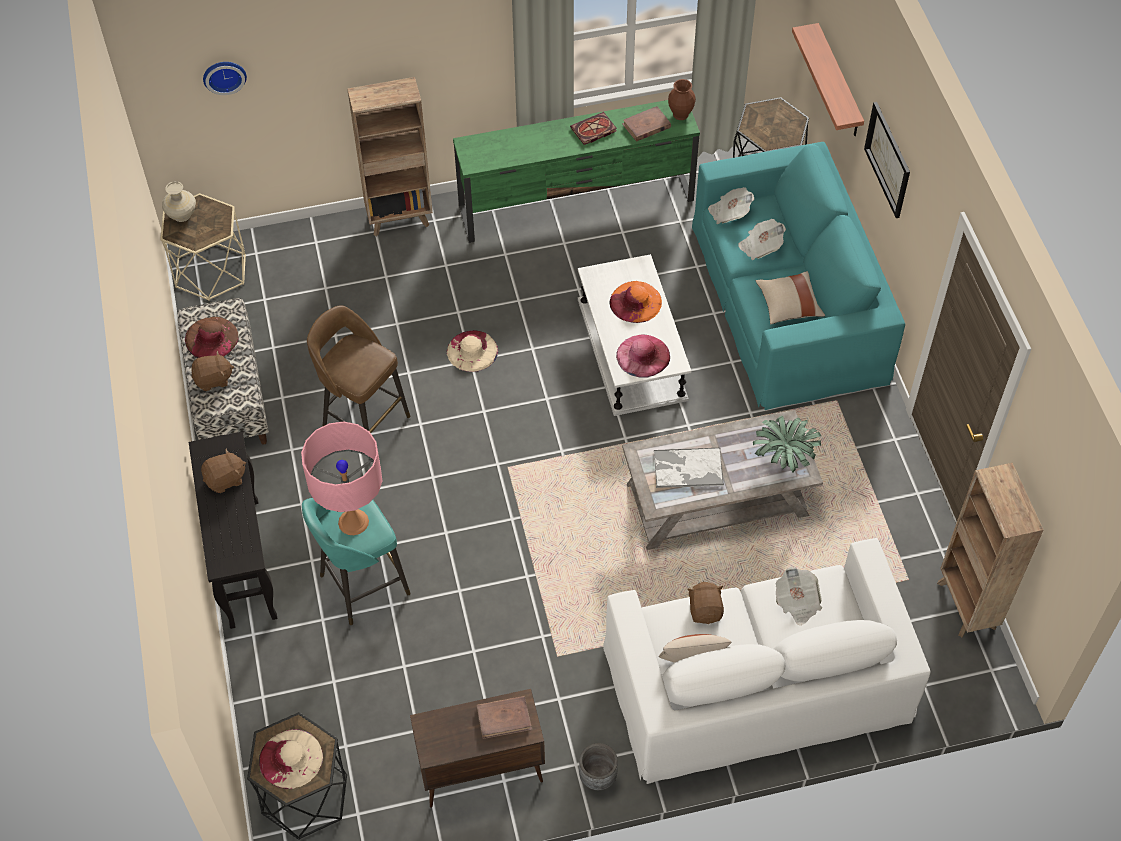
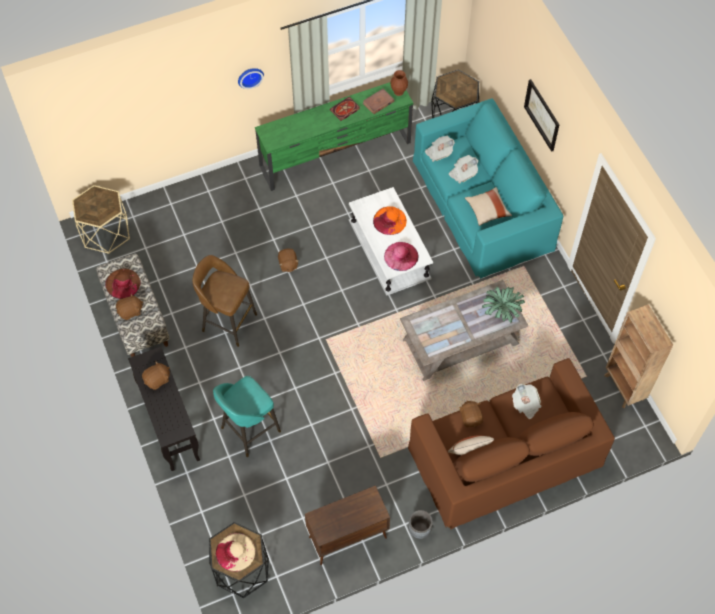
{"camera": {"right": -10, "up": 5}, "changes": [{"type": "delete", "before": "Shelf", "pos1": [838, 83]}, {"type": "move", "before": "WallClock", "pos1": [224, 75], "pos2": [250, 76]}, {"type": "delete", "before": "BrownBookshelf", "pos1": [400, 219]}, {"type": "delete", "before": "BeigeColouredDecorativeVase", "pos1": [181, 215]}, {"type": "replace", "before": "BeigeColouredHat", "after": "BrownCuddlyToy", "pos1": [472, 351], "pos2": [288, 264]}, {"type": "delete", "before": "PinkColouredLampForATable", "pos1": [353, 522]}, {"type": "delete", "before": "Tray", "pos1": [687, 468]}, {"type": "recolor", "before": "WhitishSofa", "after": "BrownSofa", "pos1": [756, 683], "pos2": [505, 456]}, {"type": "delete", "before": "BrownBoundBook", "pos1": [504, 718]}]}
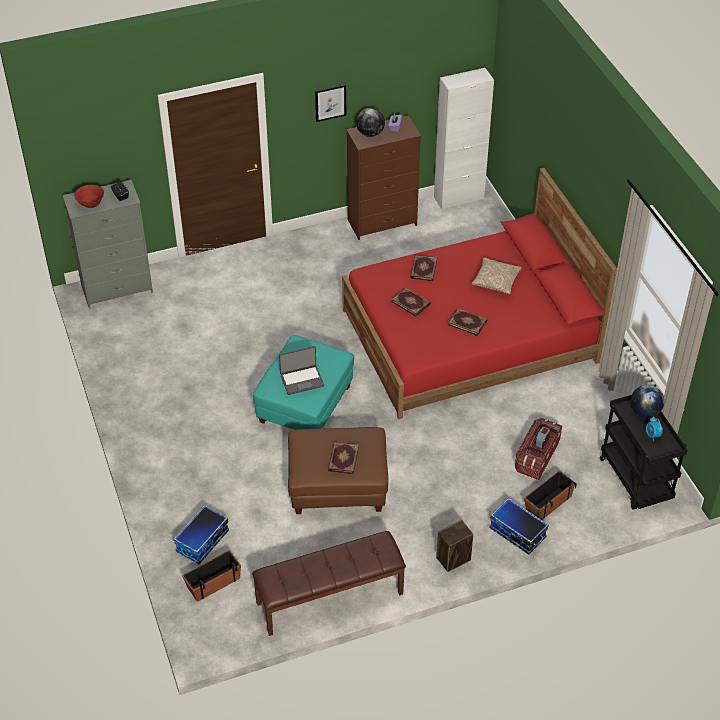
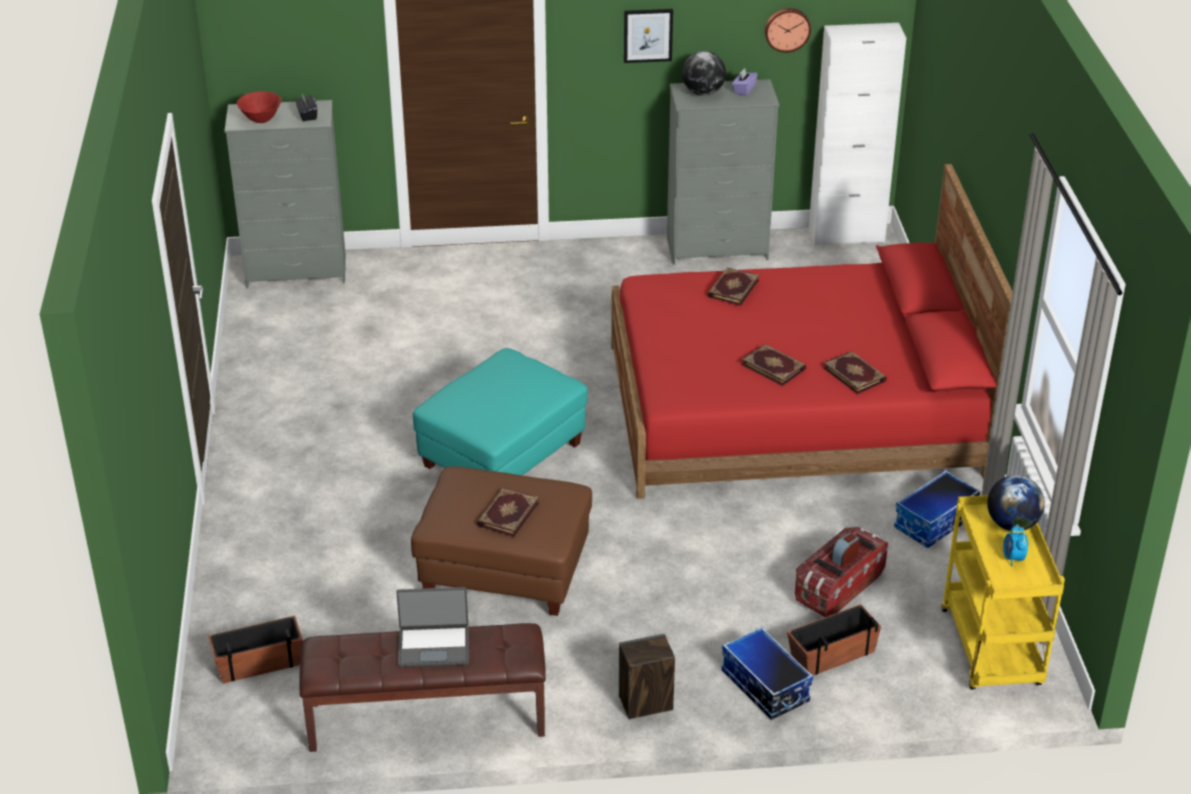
{"camera": {"right": 15, "up": -10}, "changes": [{"type": "recolor", "before": "BrownDrawerChest", "after": "GrayDrawerChest", "pos1": [383, 223], "pos2": [718, 249]}, {"type": "delete", "before": "ThrowPillow", "pos1": [496, 281]}, {"type": "move", "before": "BoundBook", "pos1": [411, 302], "pos2": [855, 374]}, {"type": "move", "before": "NotebookComputer", "pos1": [302, 380], "pos2": [434, 646]}, {"type": "recolor", "before": "BlackTrolley", "after": "YellowColouredTrolley", "pos1": [636, 480], "pos2": [993, 650]}, {"type": "move", "before": "StorageBox", "pos1": [203, 542], "pos2": [935, 523]}, {"type": "insert", "after": "WallClock", "pos2": [787, 29]}]}
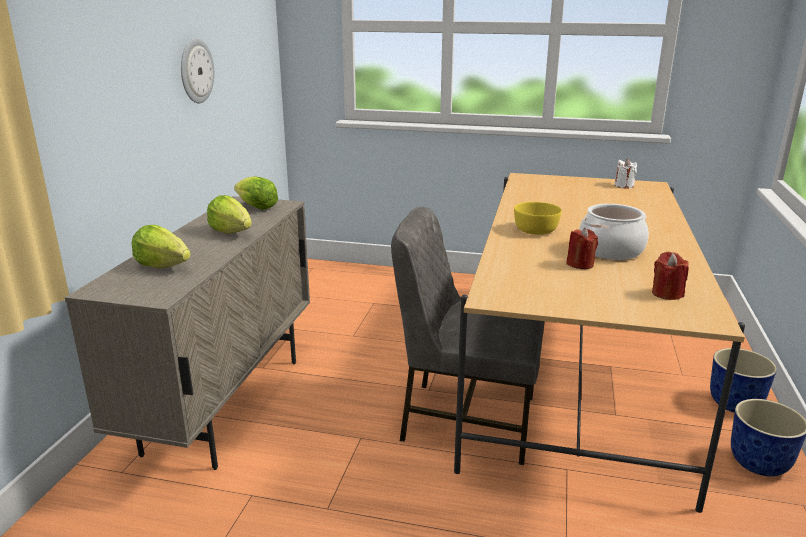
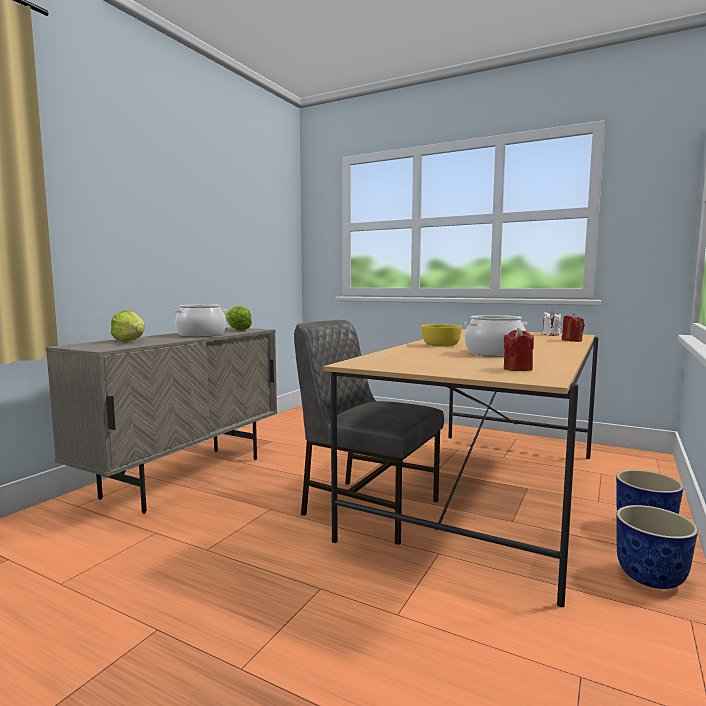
{"camera": {"right": 15, "up": -15}, "changes": [{"type": "delete", "before": "WallClock", "pos1": [196, 71]}, {"type": "replace", "before": "HeadOfLettuce", "after": "CookingPot", "pos1": [231, 232], "pos2": [201, 335]}, {"type": "move", "before": "RedColouredCandle", "pos1": [580, 264], "pos2": [572, 340]}]}
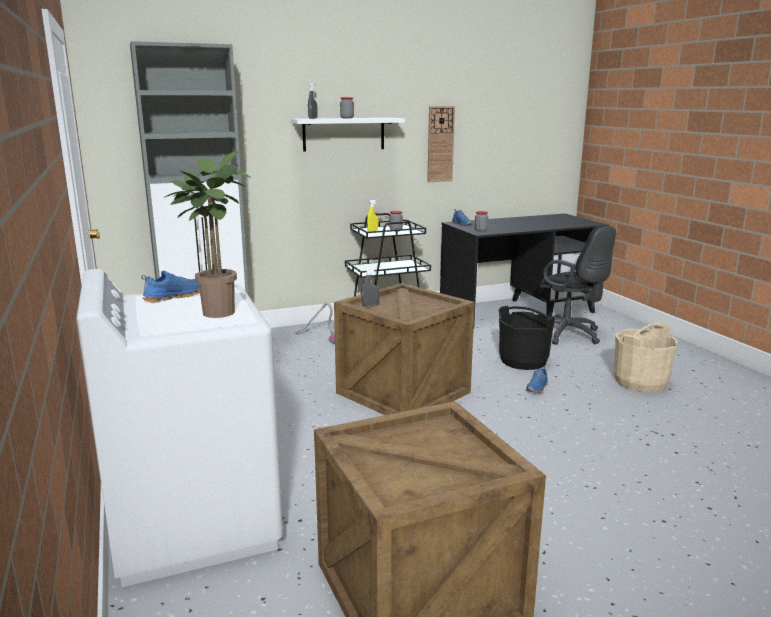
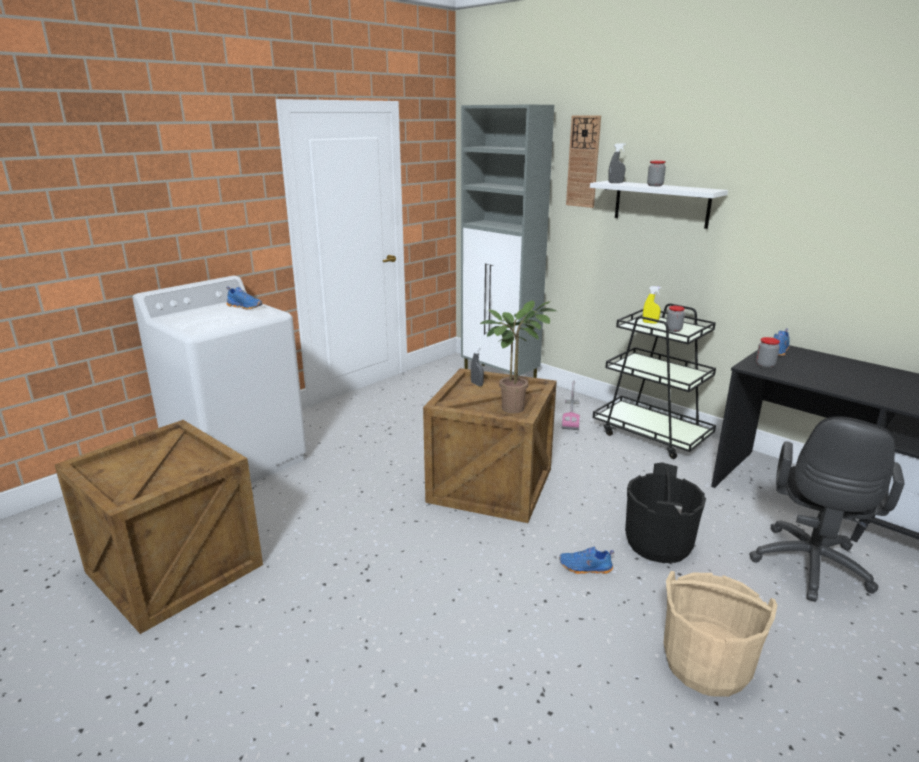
{"camera": {"right": 65, "up": 5}, "changes": [{"type": "move", "before": "WallClock", "pos1": [440, 144], "pos2": [583, 162]}, {"type": "move", "before": "Houseplant", "pos1": [217, 311], "pos2": [515, 407]}]}
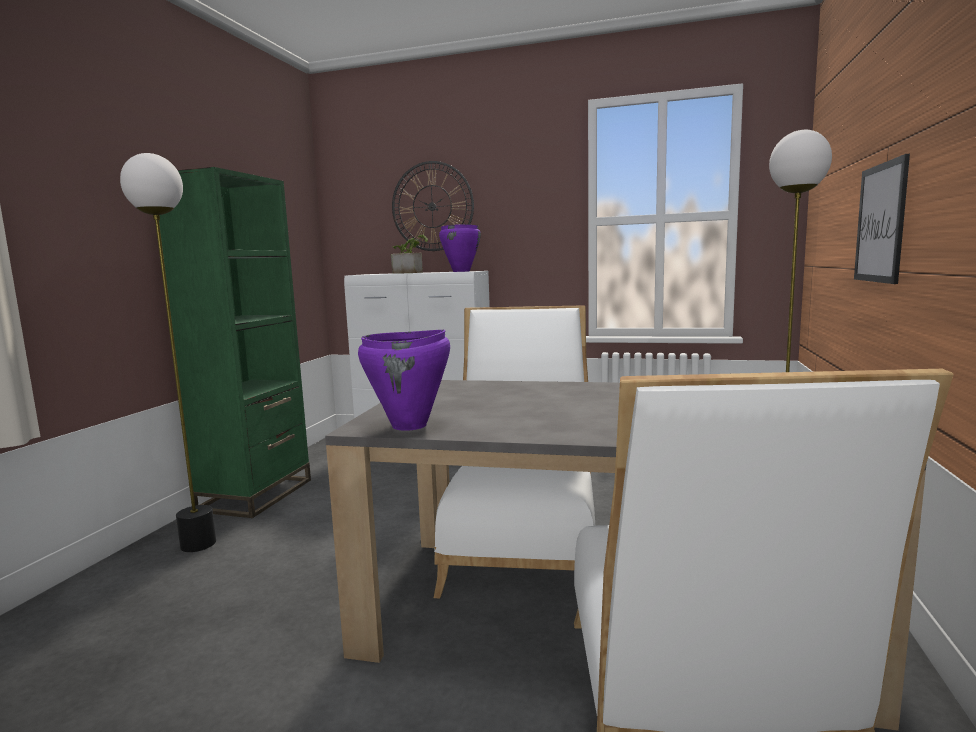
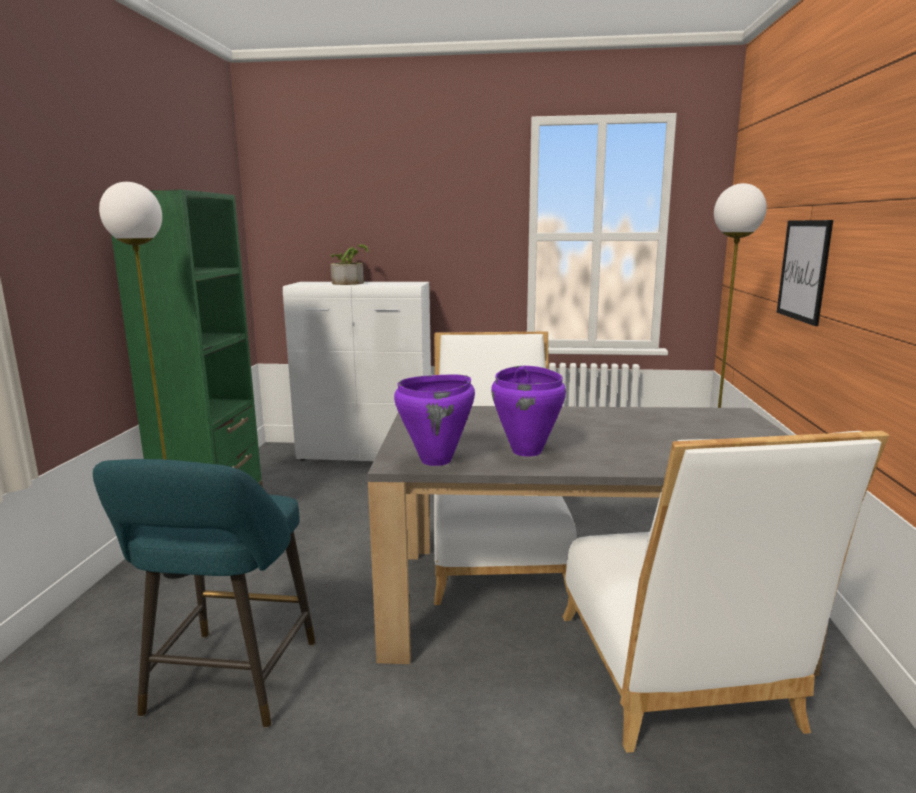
{"camera": {"right": -10, "up": 5}, "changes": [{"type": "delete", "before": "WallClock", "pos1": [432, 206]}, {"type": "move", "before": "PurpleCookingPot", "pos1": [461, 271], "pos2": [527, 451]}, {"type": "insert", "after": "TurquoiseSittingStool", "pos2": [228, 684]}]}
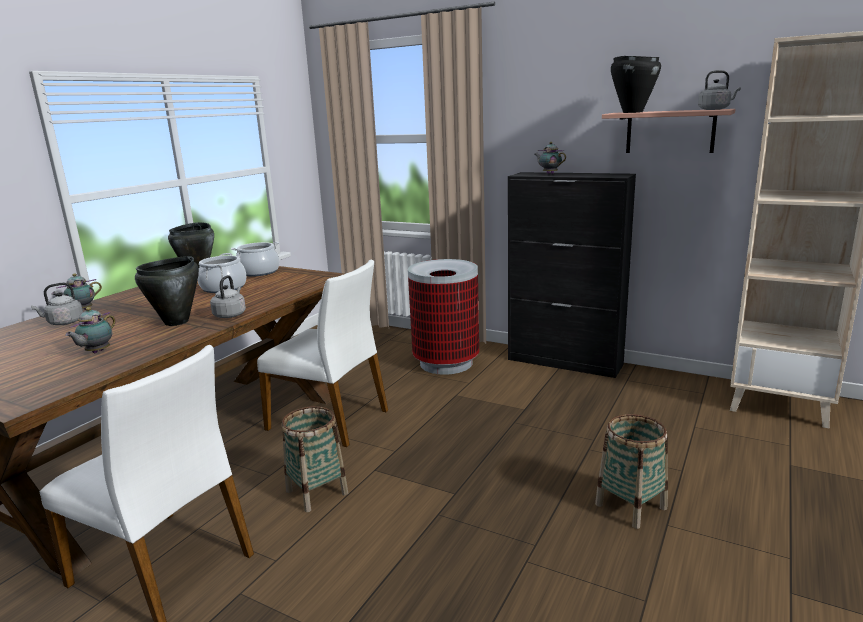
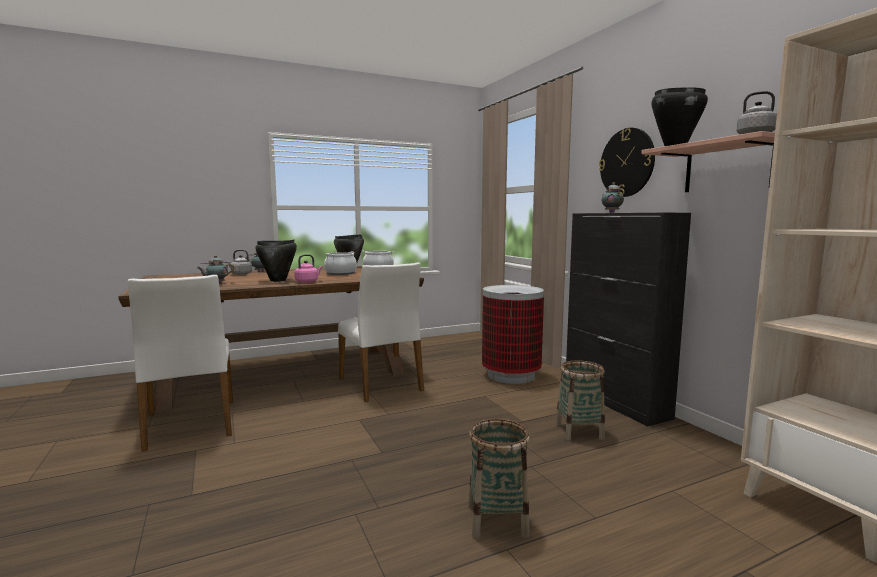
{"camera": {"right": 35, "up": -10}, "changes": [{"type": "recolor", "before": "GrayTeaKettle", "after": "PinkColouredTeaKettle", "pos1": [230, 314], "pos2": [307, 282]}, {"type": "move", "before": "HouseholdBasket", "pos1": [317, 492], "pos2": [579, 431]}, {"type": "insert", "after": "WallClock", "pos2": [627, 162]}]}
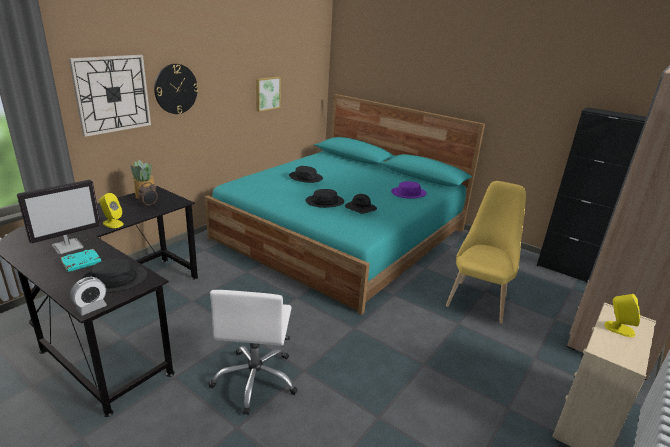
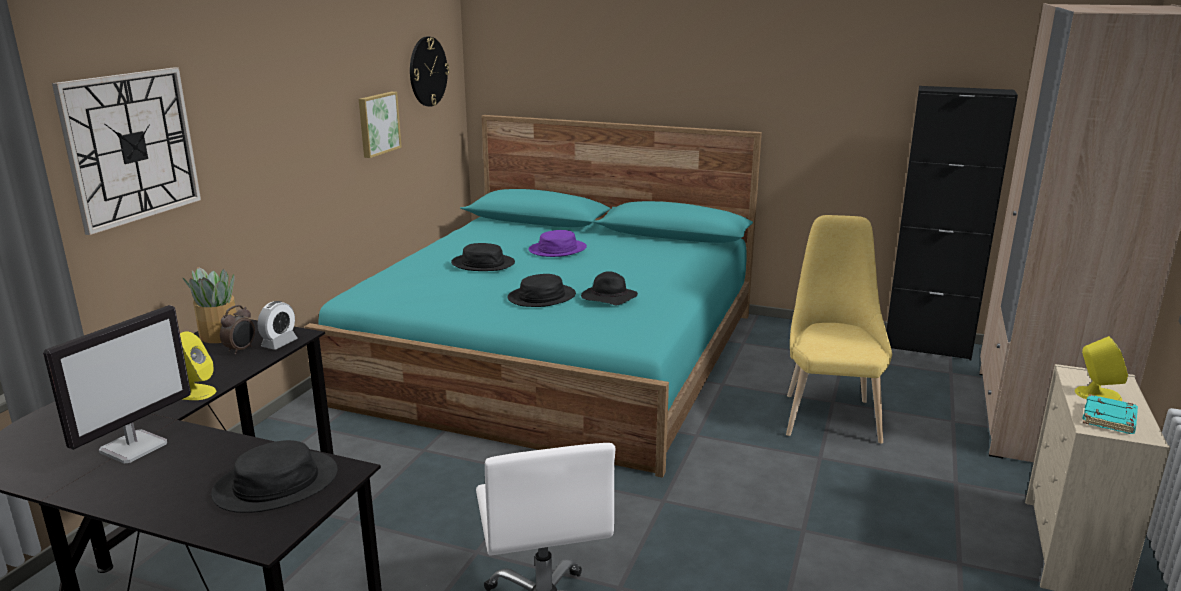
{"camera": {"right": -15, "up": -5}, "changes": [{"type": "move", "before": "WallClock", "pos1": [176, 89], "pos2": [427, 71]}, {"type": "move", "before": "PurpleHat", "pos1": [408, 193], "pos2": [557, 249]}, {"type": "move", "before": "TurquoiseBoundBook", "pos1": [81, 263], "pos2": [1110, 419]}, {"type": "move", "before": "BedsideClock", "pos1": [91, 308], "pos2": [279, 343]}]}
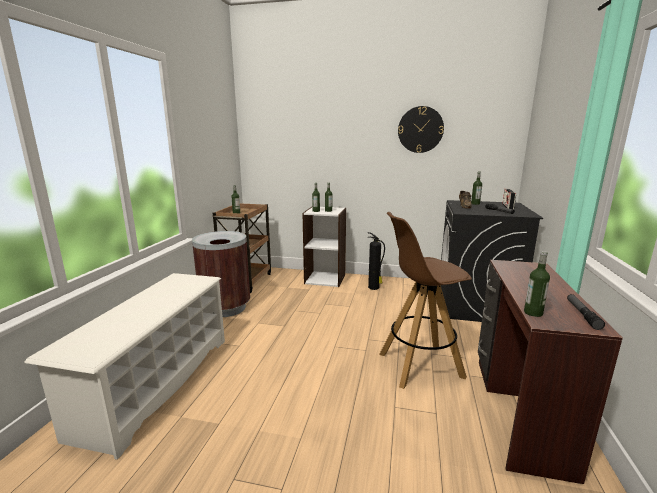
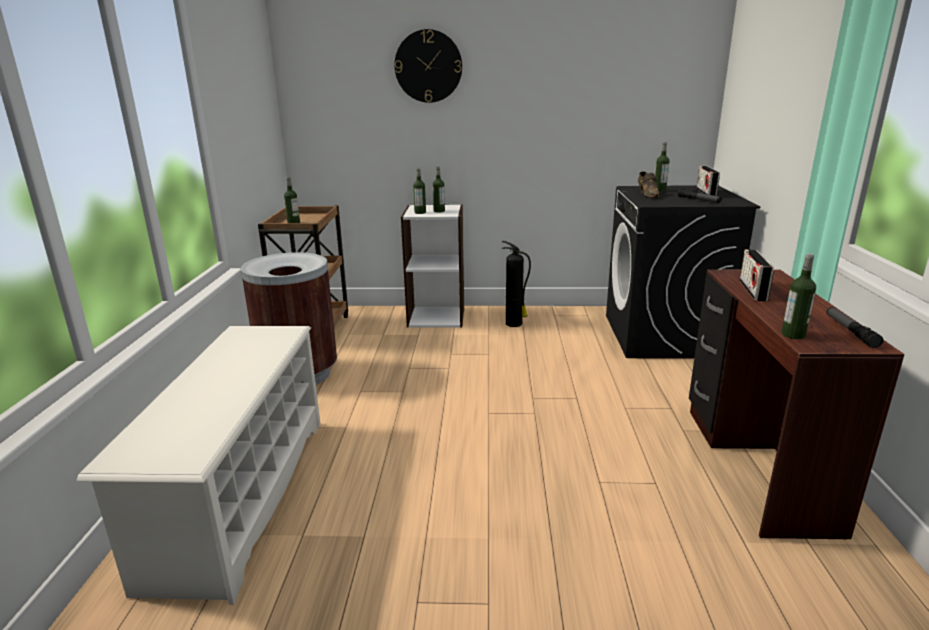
{"camera": {"right": -10, "up": 5}, "changes": [{"type": "move", "before": "WallClock", "pos1": [420, 129], "pos2": [428, 66]}, {"type": "delete", "before": "BrownSittingStool", "pos1": [419, 365]}, {"type": "insert", "after": "RadioSet", "pos2": [752, 290]}]}
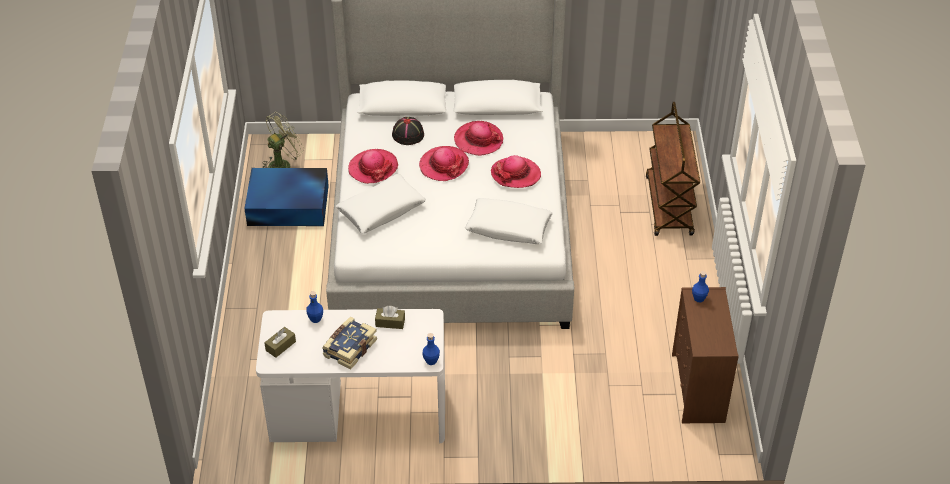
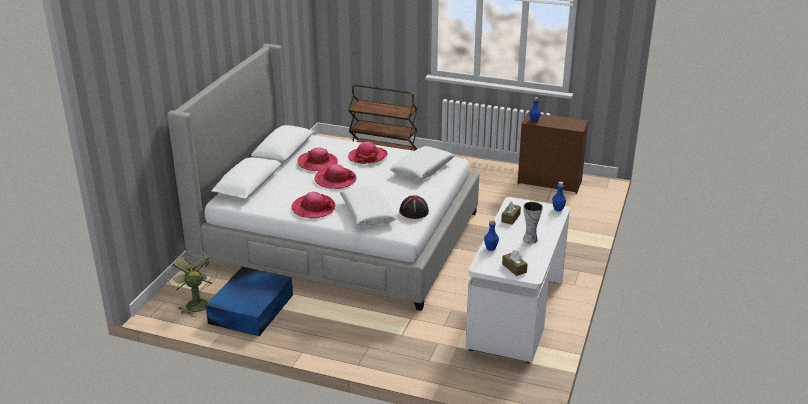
{"camera": {"right": -70, "up": -15}, "changes": [{"type": "move", "before": "BlackHat", "pos1": [408, 134], "pos2": [413, 211]}, {"type": "replace", "before": "BoundBook", "after": "DecorativeVase", "pos1": [349, 348], "pos2": [530, 239]}]}
